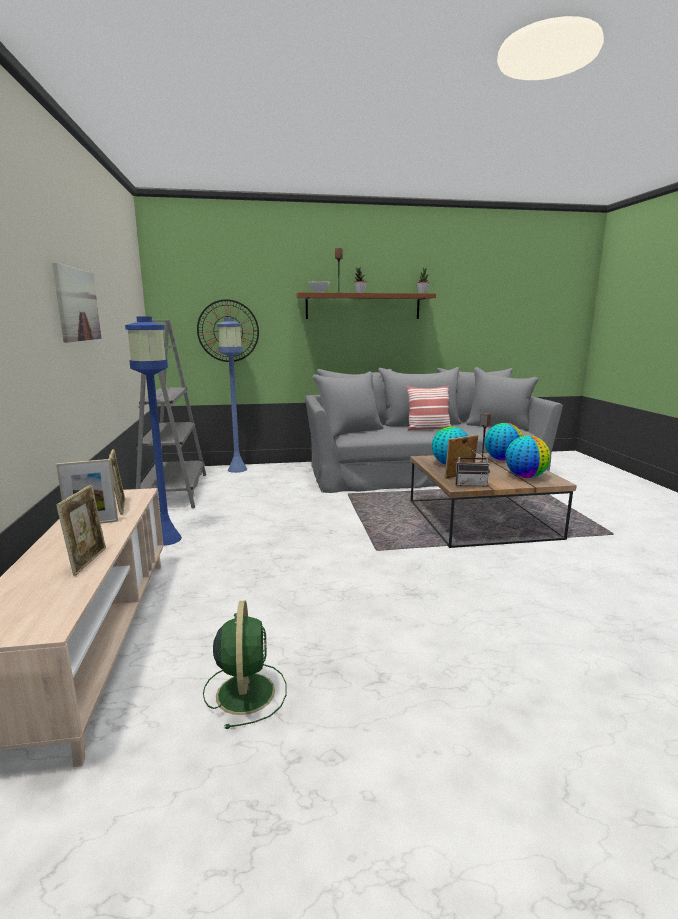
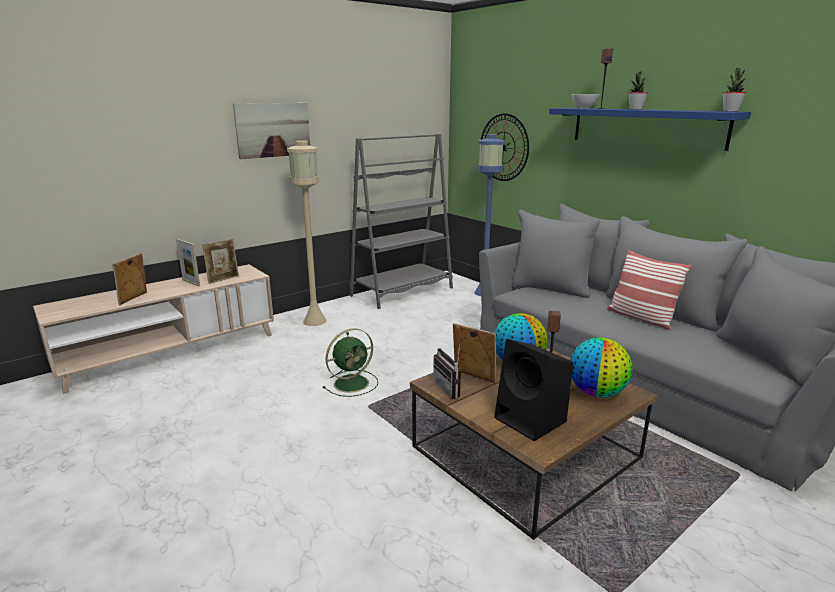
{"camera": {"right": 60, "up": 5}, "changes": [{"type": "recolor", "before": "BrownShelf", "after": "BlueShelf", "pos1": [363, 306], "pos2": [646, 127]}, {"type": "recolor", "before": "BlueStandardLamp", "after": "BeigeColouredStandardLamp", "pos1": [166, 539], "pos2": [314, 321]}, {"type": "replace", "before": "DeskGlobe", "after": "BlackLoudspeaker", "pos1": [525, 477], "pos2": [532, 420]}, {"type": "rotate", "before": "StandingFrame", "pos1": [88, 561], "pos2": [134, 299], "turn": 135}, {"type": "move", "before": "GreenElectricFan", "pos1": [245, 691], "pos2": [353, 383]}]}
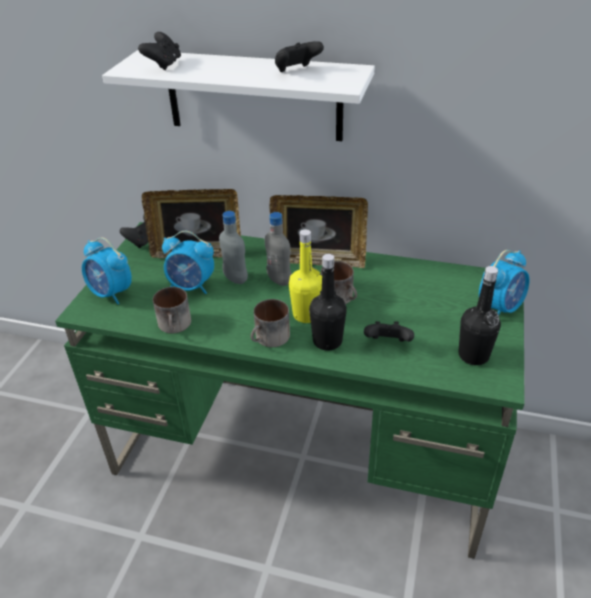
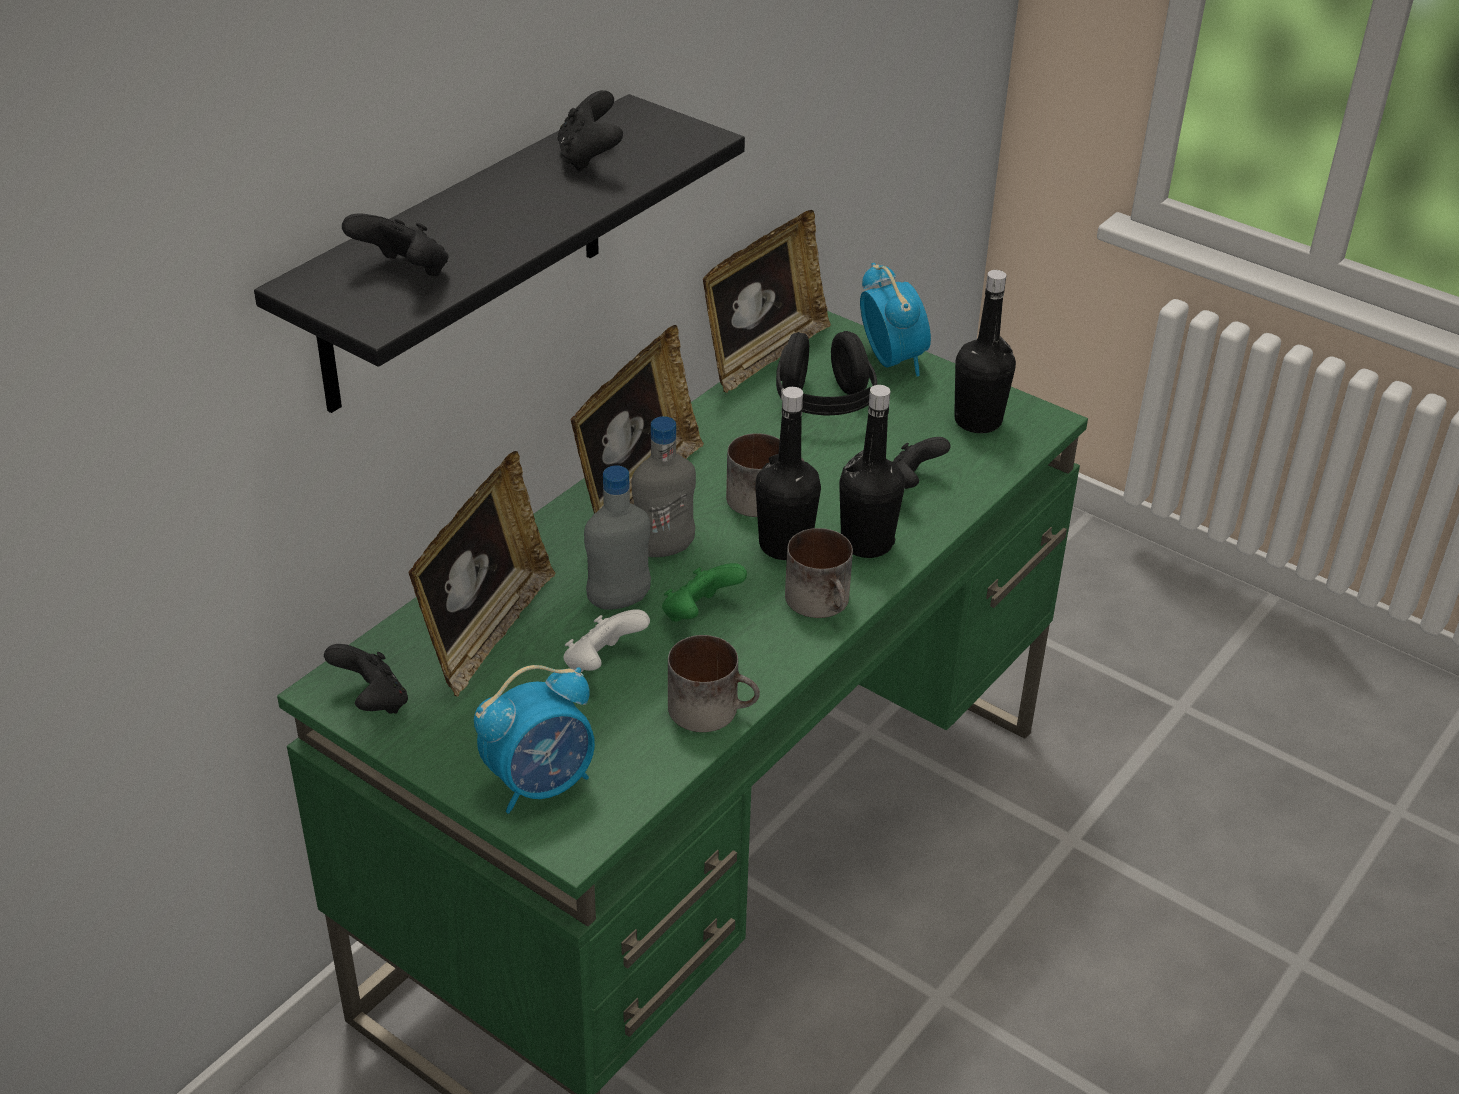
{"camera": {"right": -70, "up": 0}, "changes": [{"type": "recolor", "before": "WhitishShelf", "after": "BlackShelf", "pos1": [253, 96], "pos2": [463, 256]}, {"type": "recolor", "before": "YellowColouredBeverageBottle", "after": "BlackBeverageBottle", "pos1": [306, 314], "pos2": [785, 545]}, {"type": "replace", "before": "BedsideClock", "after": "WhitishJoypad", "pos1": [192, 287], "pos2": [602, 663]}, {"type": "insert", "after": "StandingFrame", "pos2": [763, 355]}, {"type": "insert", "after": "BlackHeadset", "pos2": [823, 404]}, {"type": "insert", "after": "GreenJoypad", "pos2": [699, 614]}]}
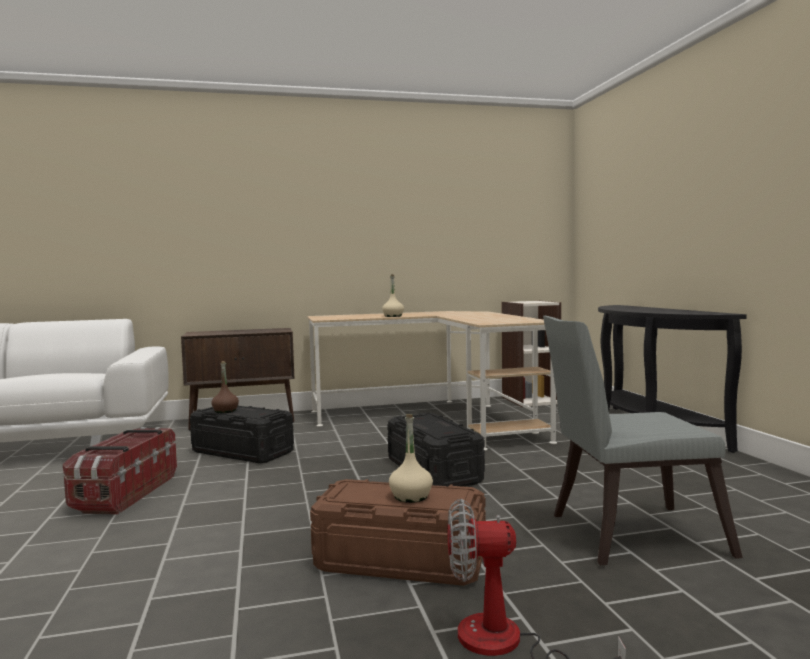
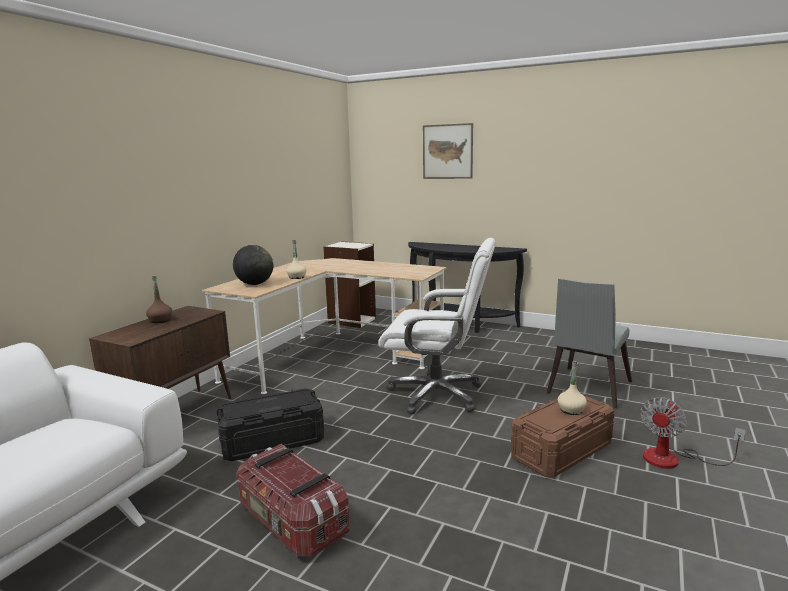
{"camera": {"right": -50, "up": 10}, "changes": [{"type": "move", "before": "BrownBeverageBottle", "pos1": [225, 411], "pos2": [160, 320]}, {"type": "replace", "before": "BlackStorageBox", "after": "WhitishOfficeChair", "pos1": [433, 471], "pos2": [437, 394]}, {"type": "insert", "after": "WallArt", "pos2": [447, 151]}, {"type": "insert", "after": "DeskGlobe", "pos2": [255, 284]}]}
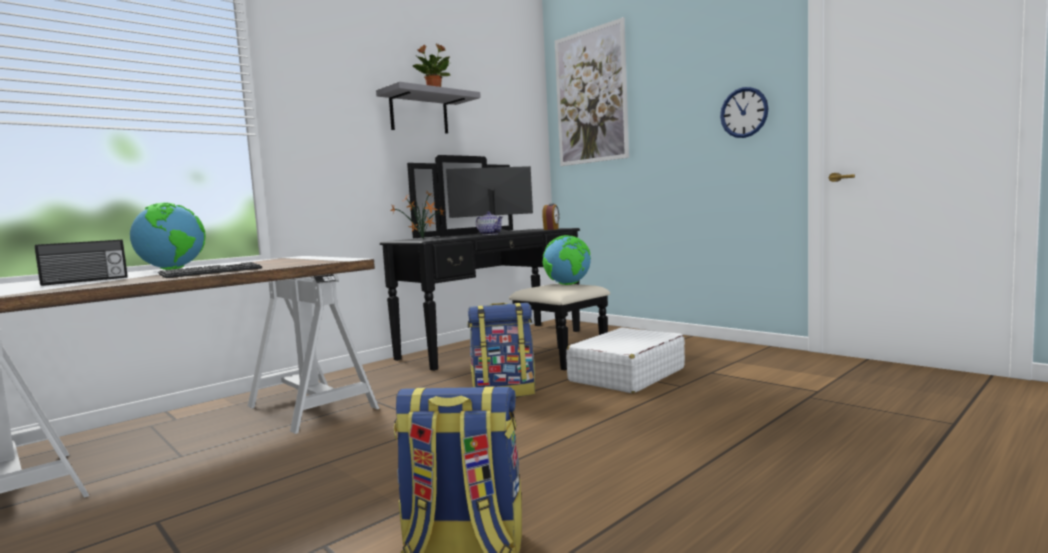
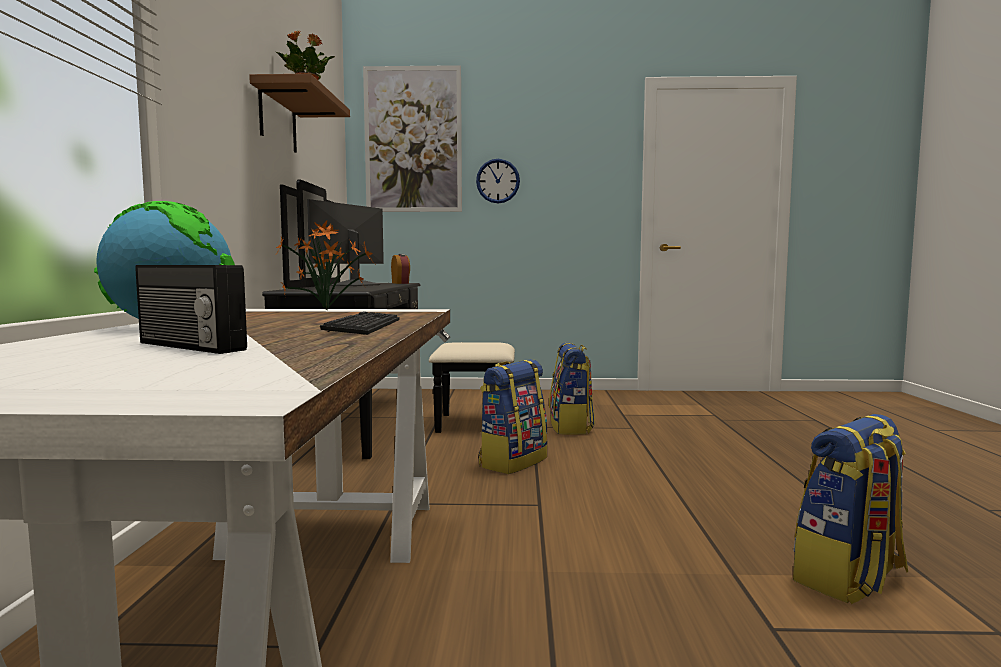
{"camera": {"right": -45, "up": 0}, "changes": [{"type": "recolor", "before": "GrayShelf", "after": "BrownShelf", "pos1": [419, 113], "pos2": [278, 119]}, {"type": "move", "before": "WallClock", "pos1": [744, 112], "pos2": [498, 181]}, {"type": "delete", "before": "TeaPot", "pos1": [490, 234]}, {"type": "delete", "before": "DeskGlobe", "pos1": [568, 284]}, {"type": "rotate", "before": "RadioSet", "pos1": [85, 281], "pos2": [188, 347], "turn": 120}, {"type": "replace", "before": "WhitishTravelCase", "after": "Rucksack", "pos1": [626, 375], "pos2": [571, 427]}, {"type": "insert", "after": "Houseplant", "pos2": [329, 310]}]}
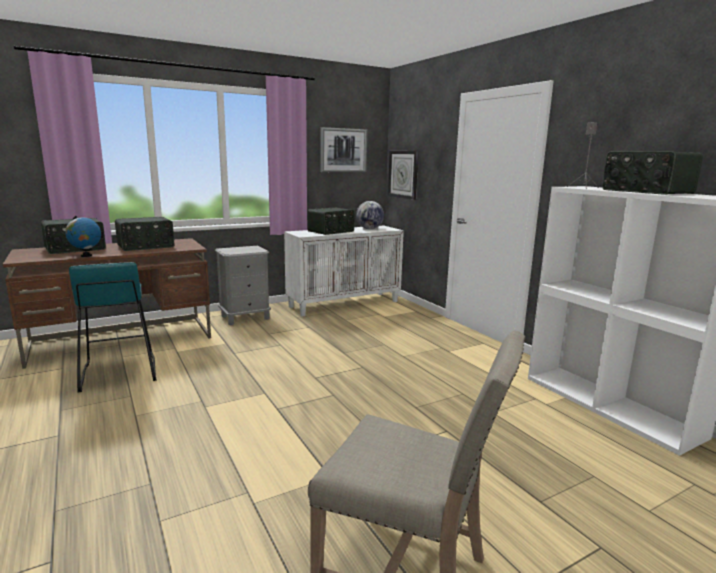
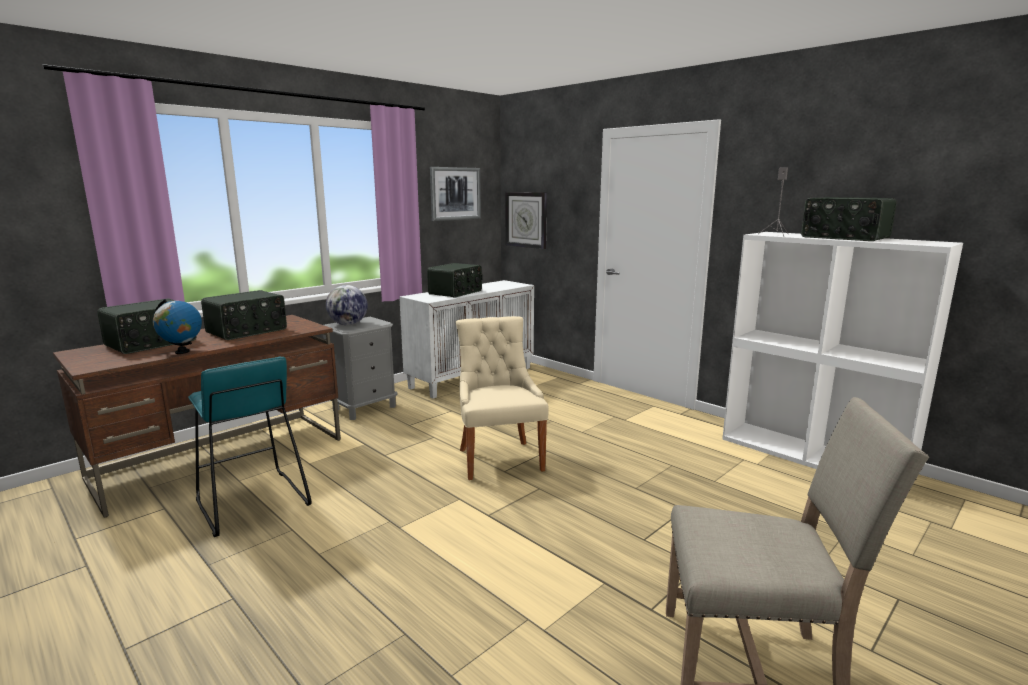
{"camera": {"right": -15, "up": 0}, "changes": [{"type": "move", "before": "DeskGlobe", "pos1": [369, 229], "pos2": [348, 324]}, {"type": "insert", "after": "BeigeColouredChair", "pos2": [499, 458]}]}
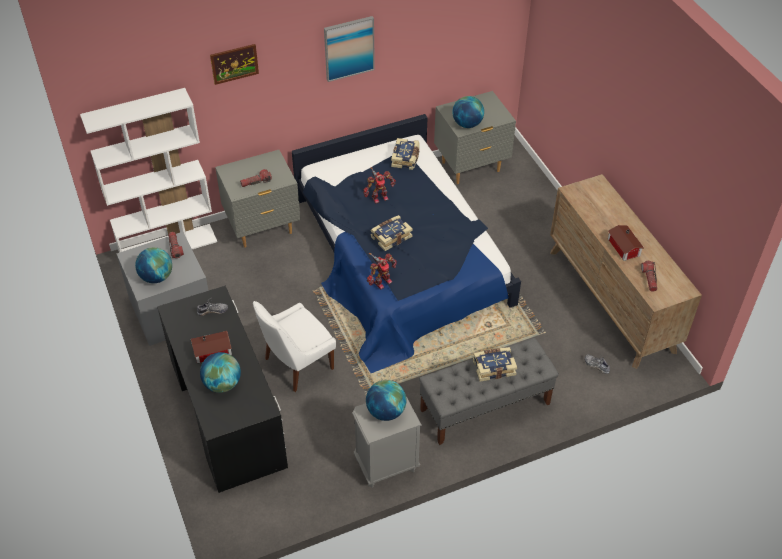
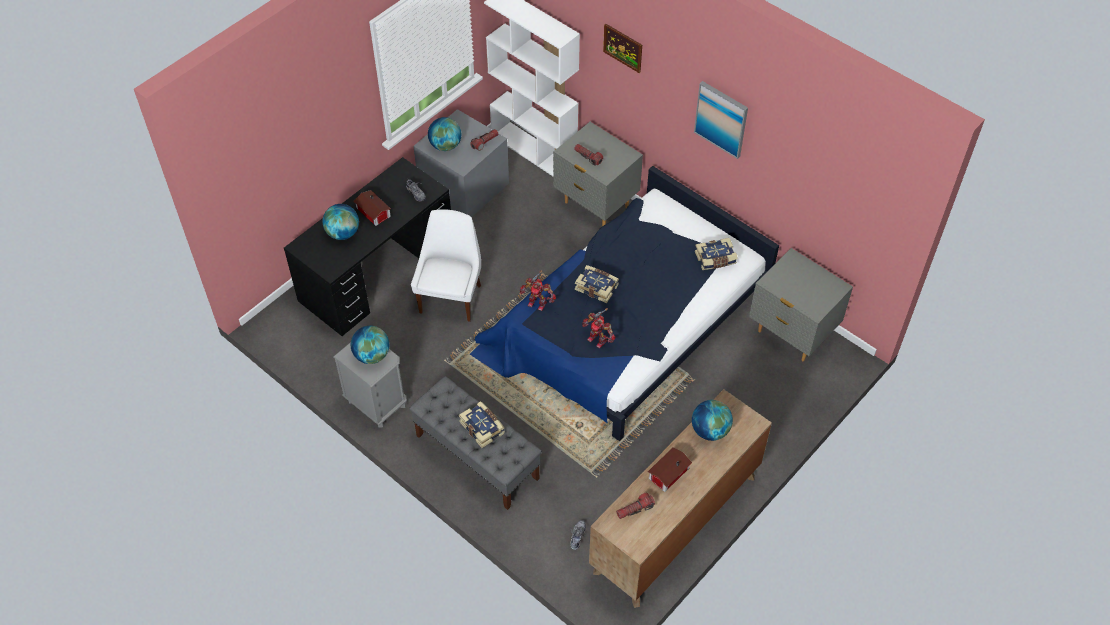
{"camera": {"right": 65, "up": 5}, "changes": [{"type": "move", "before": "DeskGlobe", "pos1": [467, 124], "pos2": [710, 430]}, {"type": "move", "before": "ToyRobot", "pos1": [379, 197], "pos2": [598, 339]}, {"type": "rotate", "before": "WhitishChair", "pos1": [296, 365], "pos2": [451, 297], "turn": 75}]}
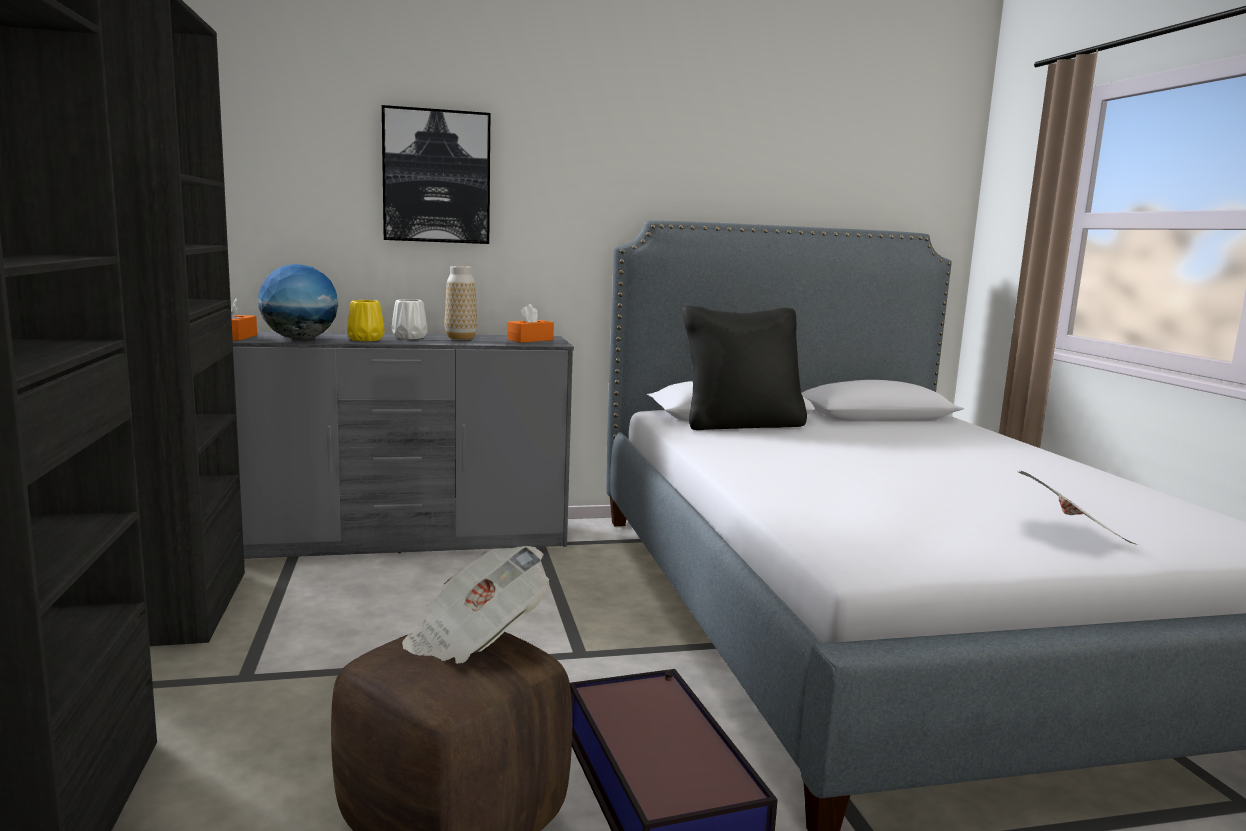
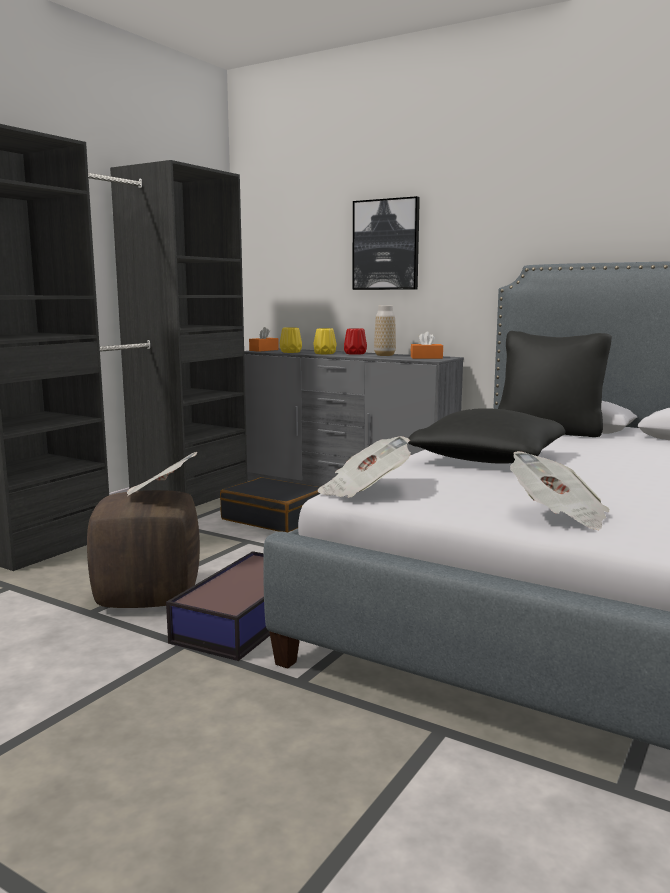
{"camera": {"right": 45, "up": 0}, "changes": [{"type": "replace", "before": "DeskGlobe", "after": "YellowColouredDecorativeVase", "pos1": [299, 339], "pos2": [290, 352]}, {"type": "recolor", "before": "WhitishDecorativeVase", "after": "RedColouredDecorativeVase", "pos1": [408, 337], "pos2": [355, 353]}, {"type": "insert", "after": "BlackThrowPillow", "pos2": [488, 459]}, {"type": "insert", "after": "Newspaper", "pos2": [364, 491]}, {"type": "insert", "after": "BlackTravelCase", "pos2": [274, 518]}]}
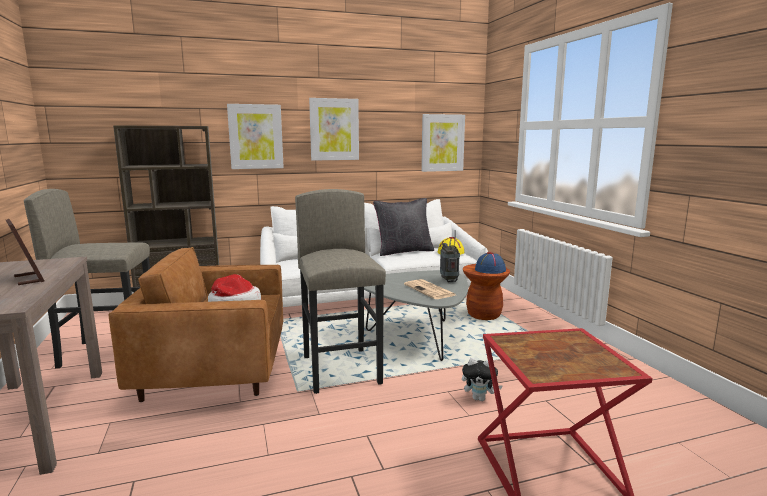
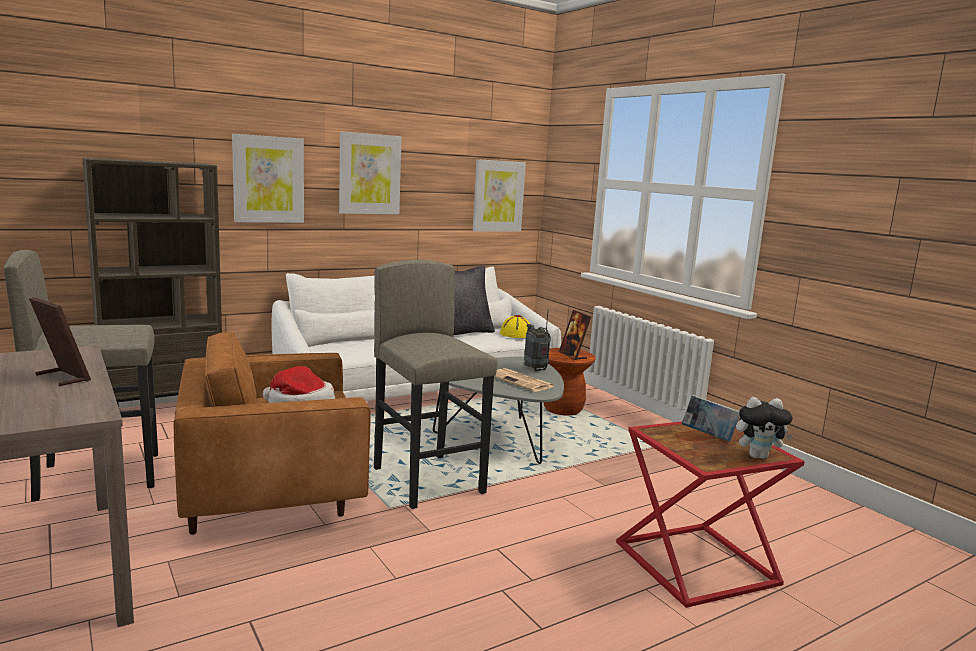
{"camera": {"right": -15, "up": 0}, "changes": [{"type": "replace", "before": "BlueHat", "after": "StandingFrame", "pos1": [490, 270], "pos2": [573, 355]}, {"type": "move", "before": "CuddlyToy", "pos1": [480, 398], "pos2": [758, 456]}, {"type": "insert", "after": "BoundBook", "pos2": [708, 436]}]}
